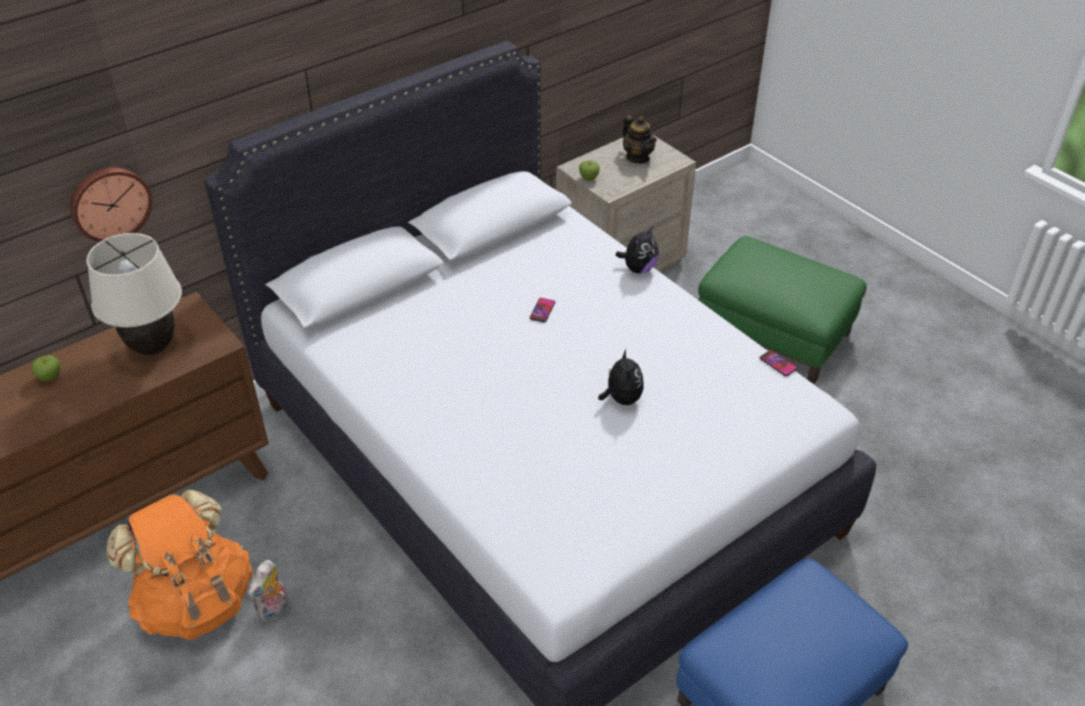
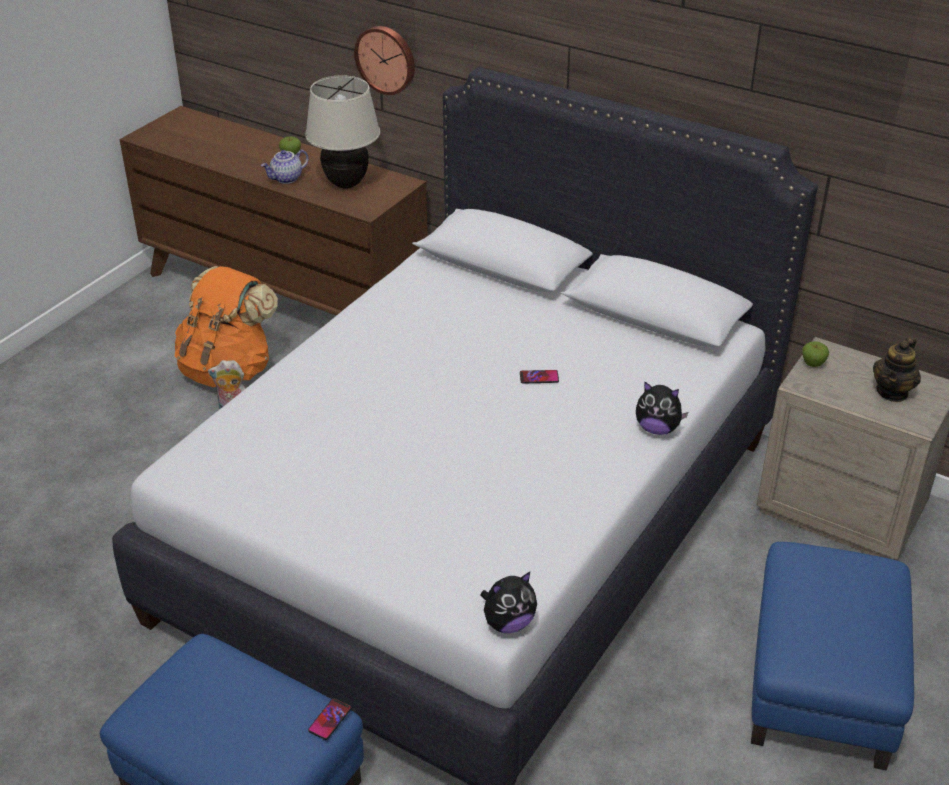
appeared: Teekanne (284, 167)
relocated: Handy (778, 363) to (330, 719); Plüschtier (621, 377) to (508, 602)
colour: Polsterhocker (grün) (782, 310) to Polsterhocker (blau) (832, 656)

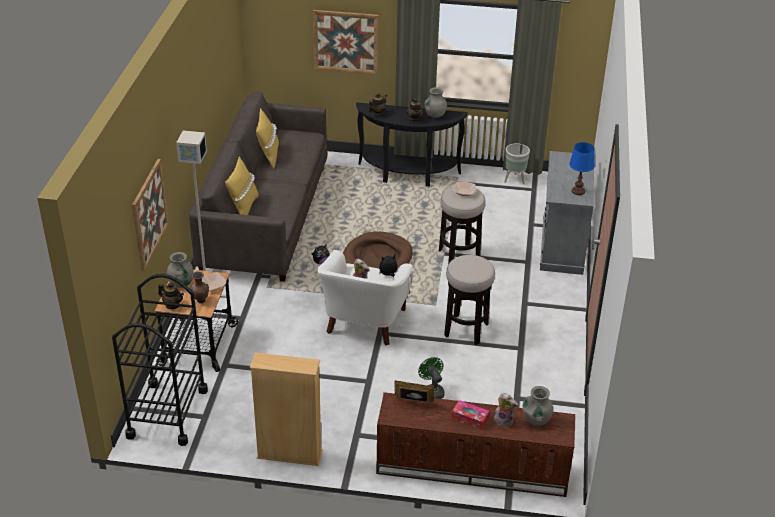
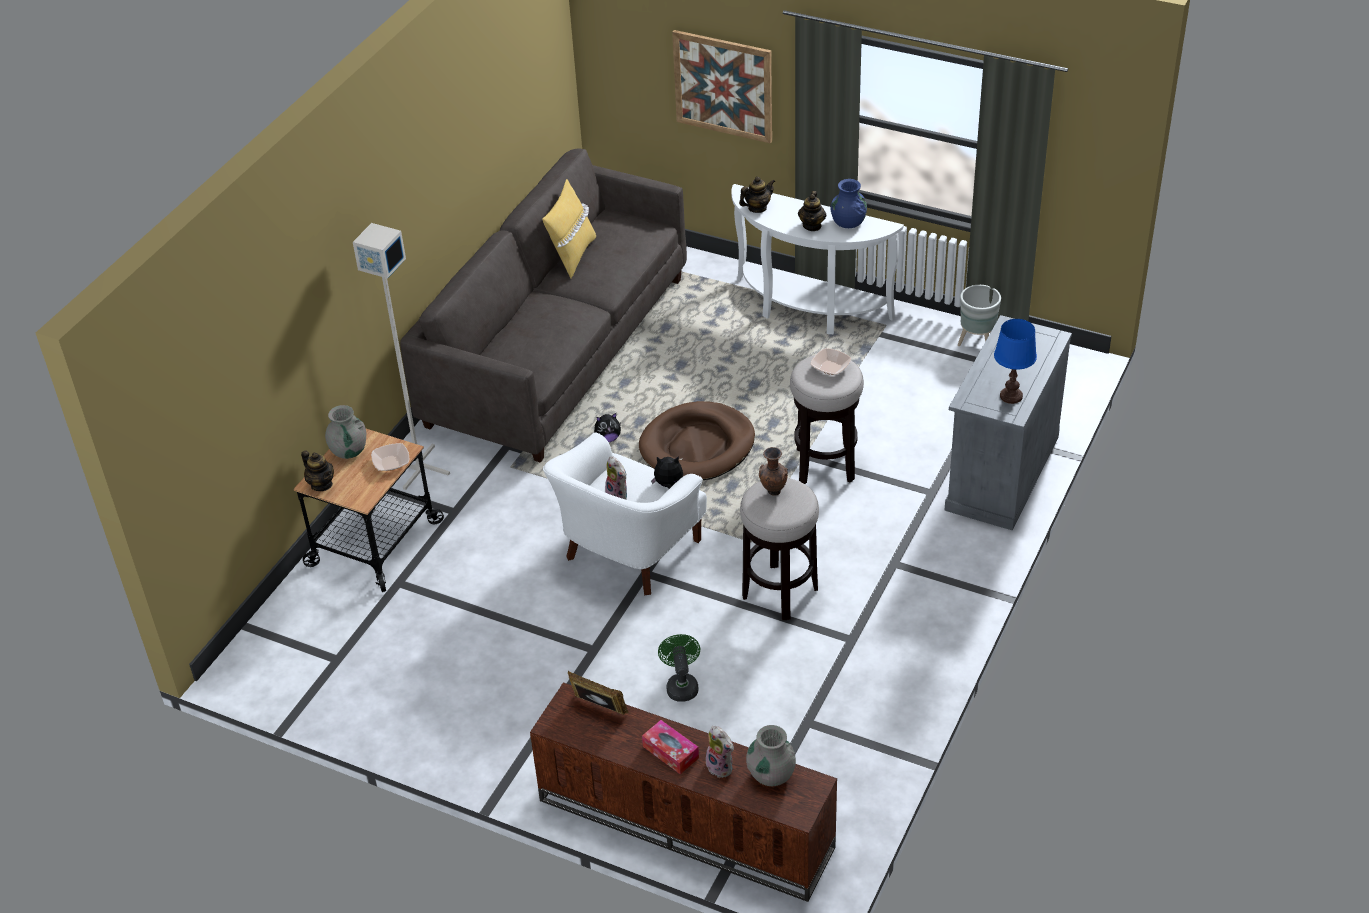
missing: Rollwagen (schwarz) (160, 360); Bild (150, 215); Kissen (gelb) (242, 186); Bücherregal (beige) (286, 409)
relocated: Vase (braun) (199, 287) to (773, 471)
colour: Konsolentisch (schwarz) (412, 144) to Konsolentisch (weiß) (817, 259); Vase (grau) (435, 102) to Vase (blau) (848, 203)

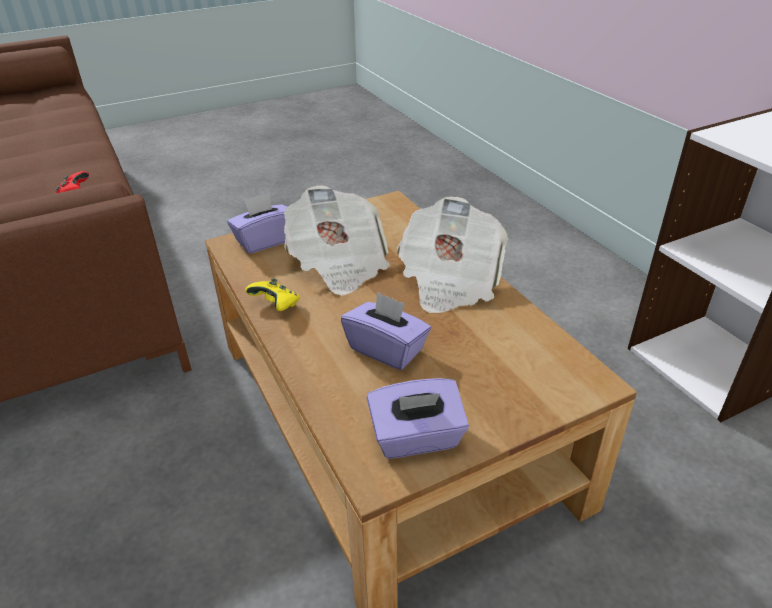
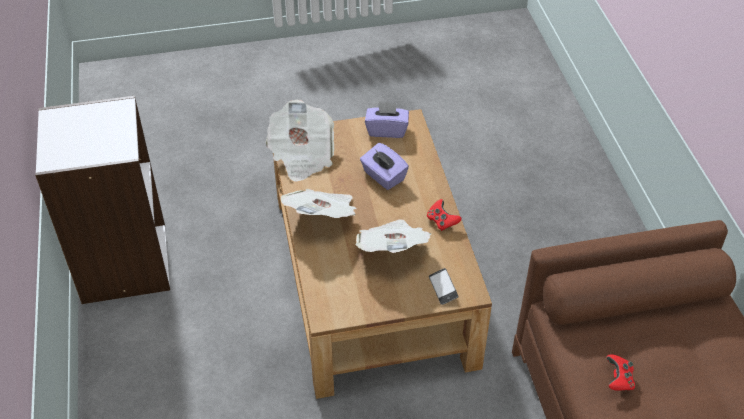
appeared: Zeitung (299, 141)
exchanged: Taschentuchbox (lila) (257, 223) to Handy (444, 286)
colour: Gamepad (gelb) (272, 294) to Gamepad (rot) (444, 215)

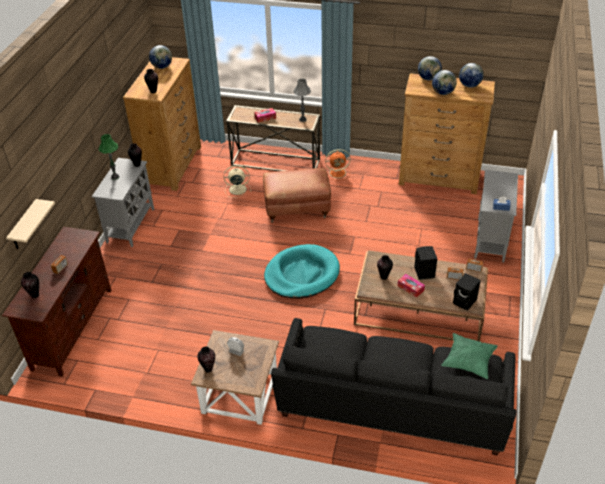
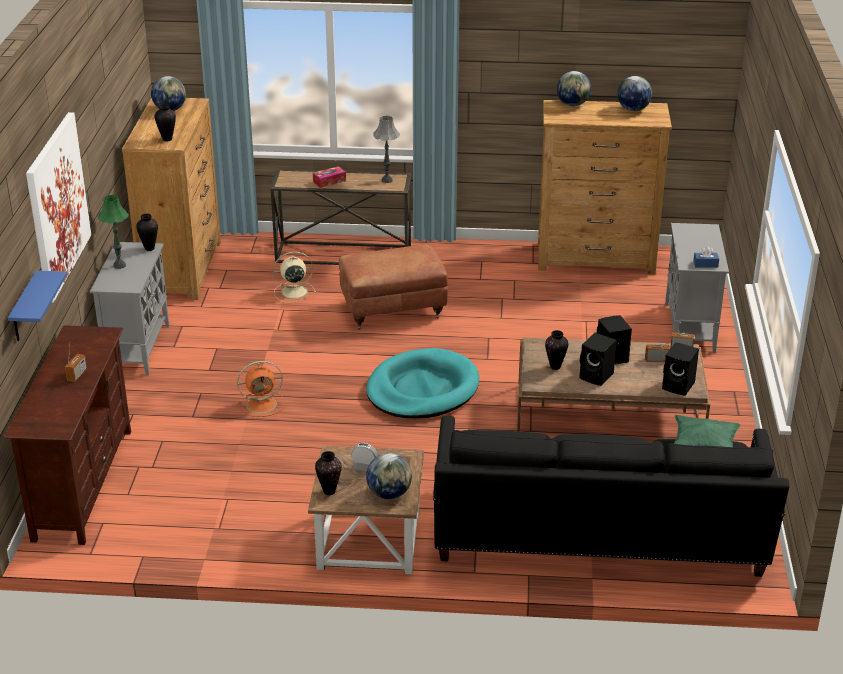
missing: Vase (30, 285)
appeared: Bild (58, 207)
relocated: Ventilator (orange) (338, 164) to (261, 389); Globus (444, 82) to (389, 476)
exchanged: Taschentuchbox (411, 285) to Lautsprecher (schwarz) (598, 359)
colour: Wandregal (beige) (30, 224) to Wandregal (blau) (37, 305)

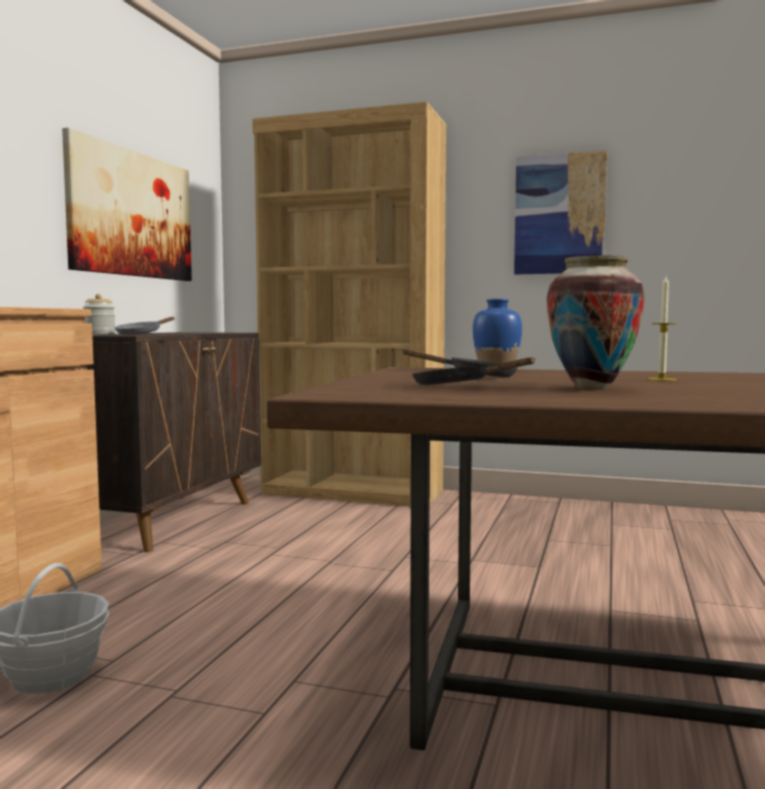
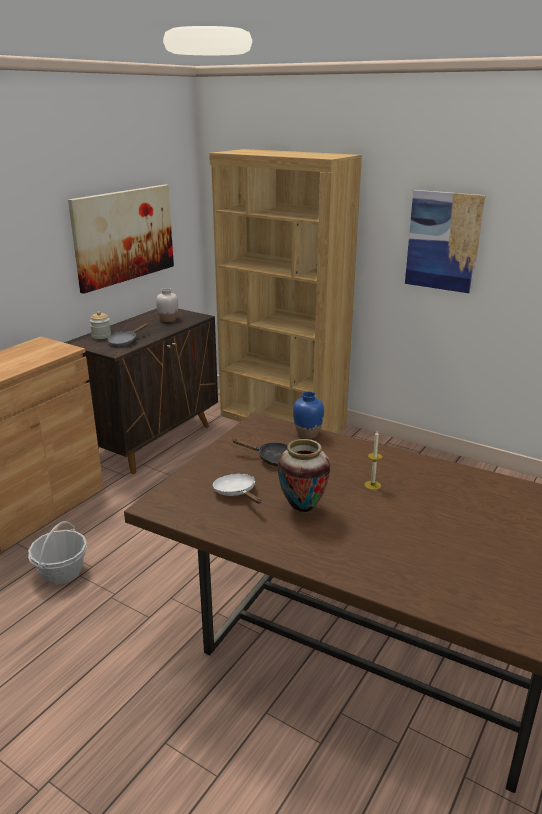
appeared: Vase (weiß) (167, 305)
colour: Pfanne (schwarz) (474, 371) to Pfanne (weiß) (237, 489)

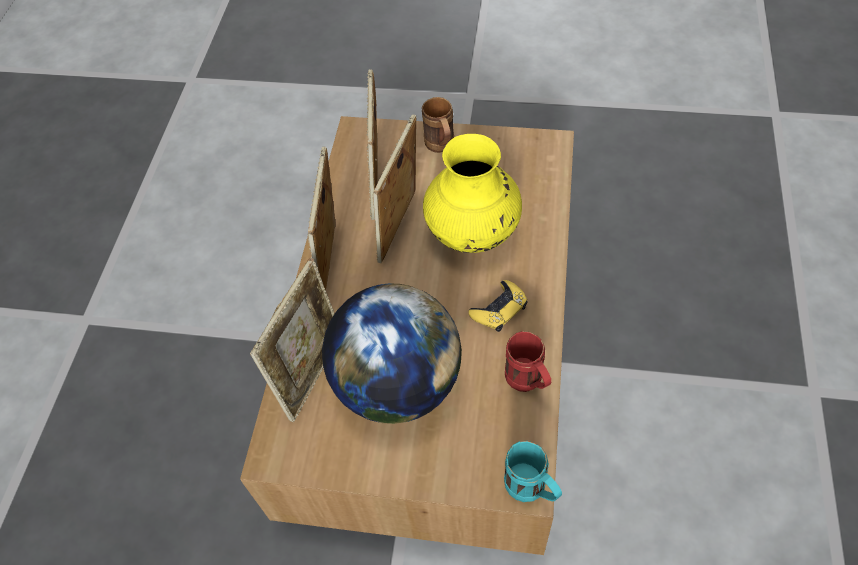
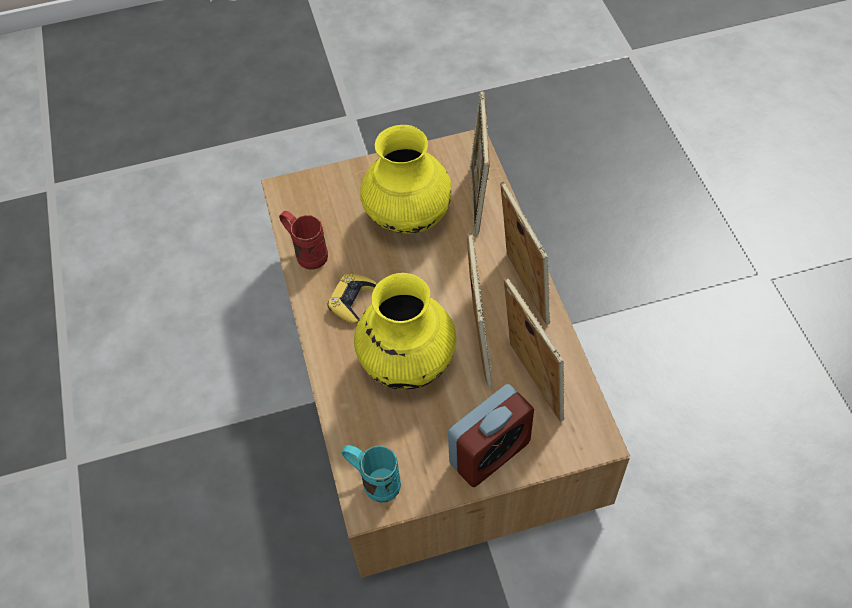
relocated: Henkelbecher (türkis) (533, 471) to (371, 474)
exchanged: Globus (392, 353) to Vase (gelb) (406, 179); Henkelbecher (braun) (438, 125) to Wecker (491, 435)

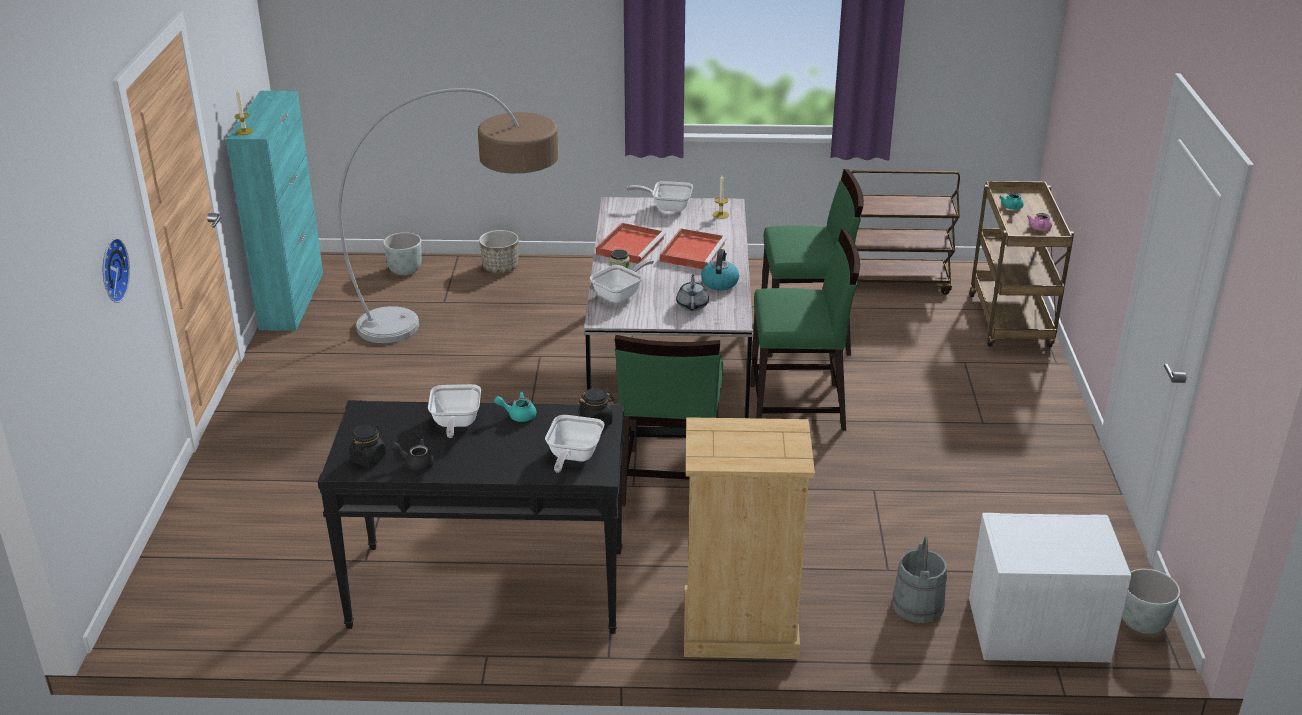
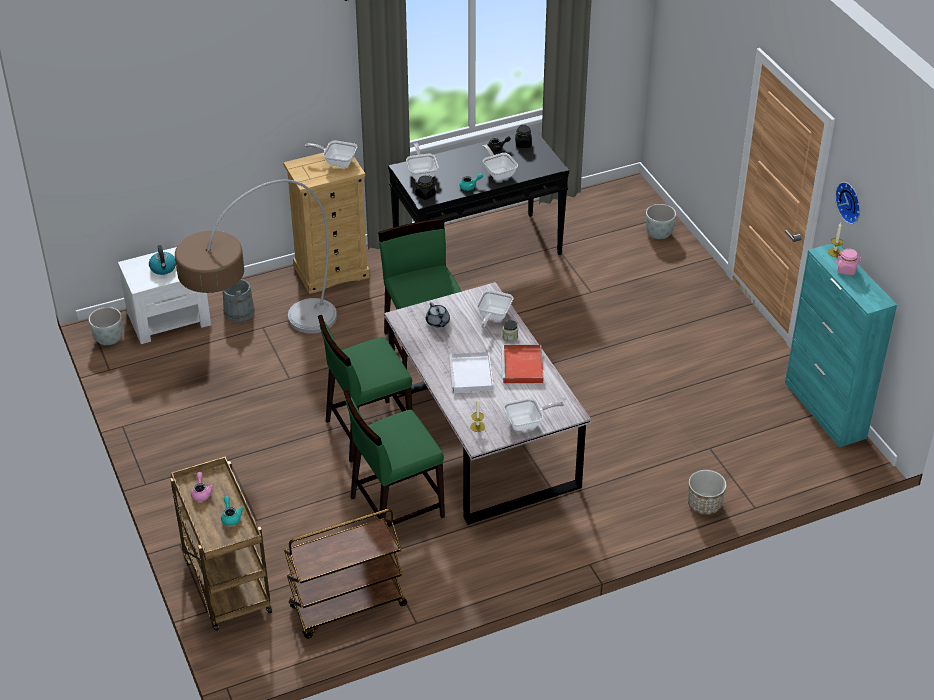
appeared: Pfanne (331, 154); Vorratsglas (rosa) (848, 262)
relocated: Wasserkessel (720, 269) to (162, 260); Stehlampe (448, 215) to (256, 256); Pflanzkübel (grau) (402, 253) to (661, 221); Wanduhr (116, 270) to (847, 203)
colour: Tablett (rot) (693, 248) to Tablett (weiß) (471, 372)

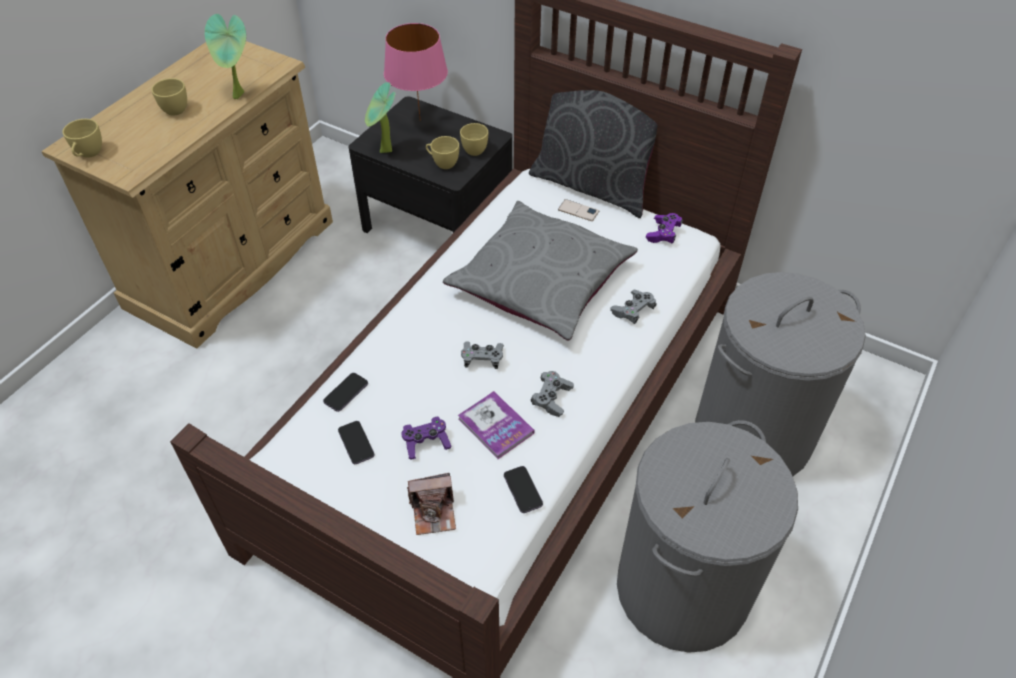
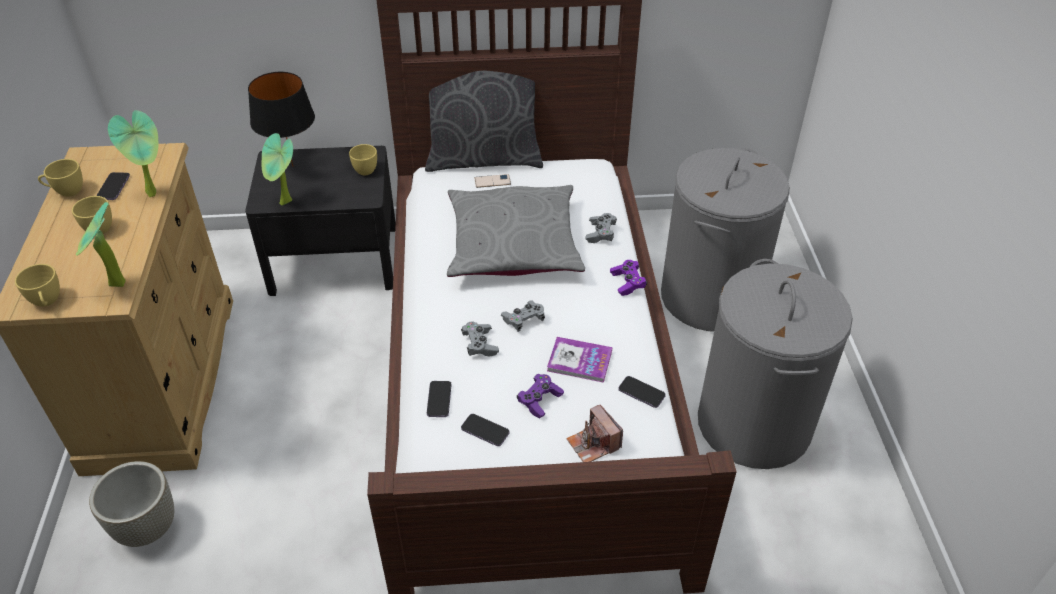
appeared: Topfpflanze (101, 244); Pflanzkübel (grau) (131, 504); Handy (113, 186)
relocated: Tasse (gelb) (442, 152) to (60, 178); Gamepad (grau) (552, 394) to (480, 339); Gamepad (lila) (664, 228) to (628, 278)
colour: Tischlampe (rosa) (416, 72) to Tischlampe (schwarz) (281, 119)
spun: Kamera (431, 504) = (594, 433) 105 degrees clockwise

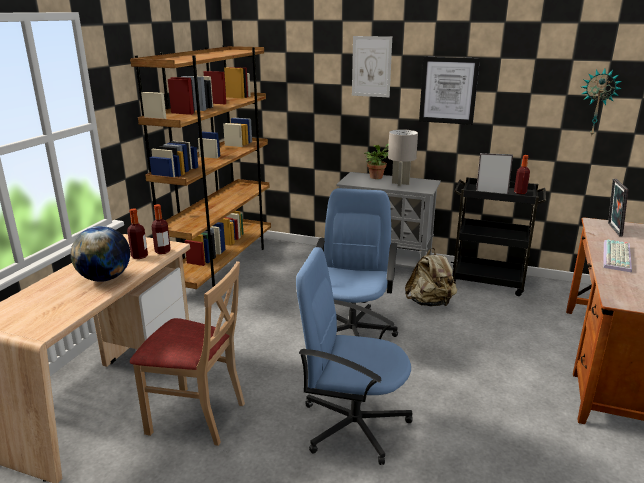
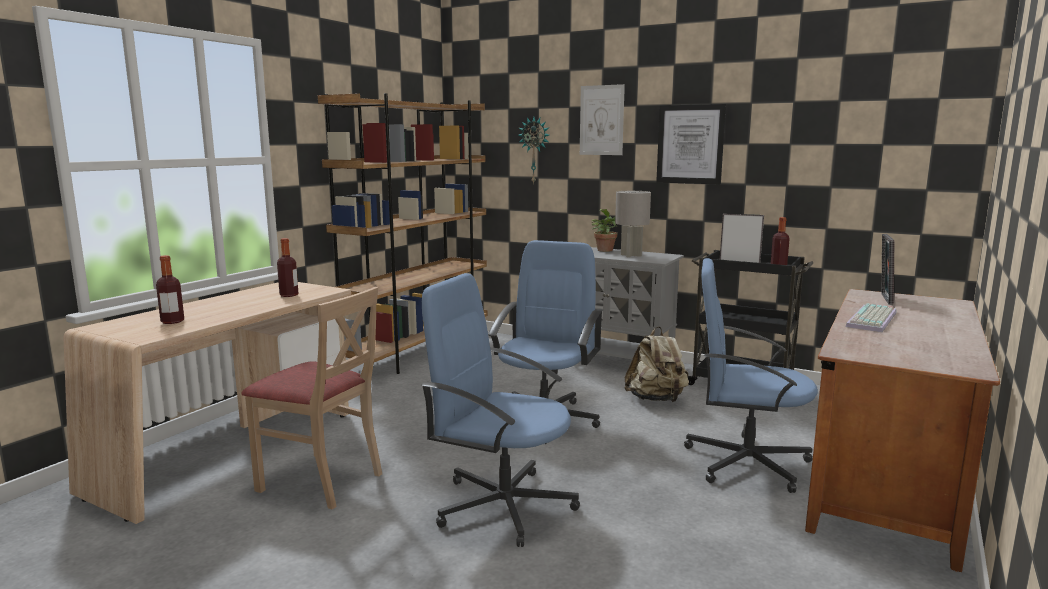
missing: Globus (100, 254)
appeared: Bürostuhl (blau) (751, 375)
relocated: Flasche (161, 229) to (170, 289); Wanduhr (602, 103) to (533, 150)

